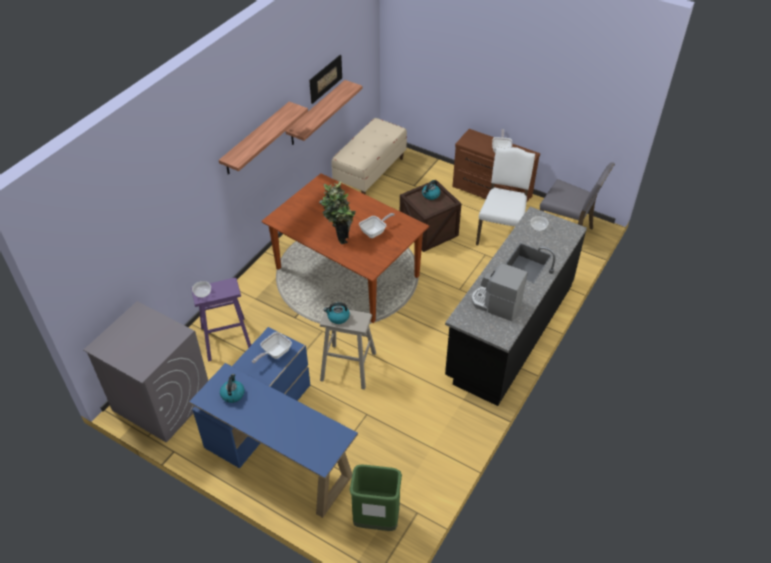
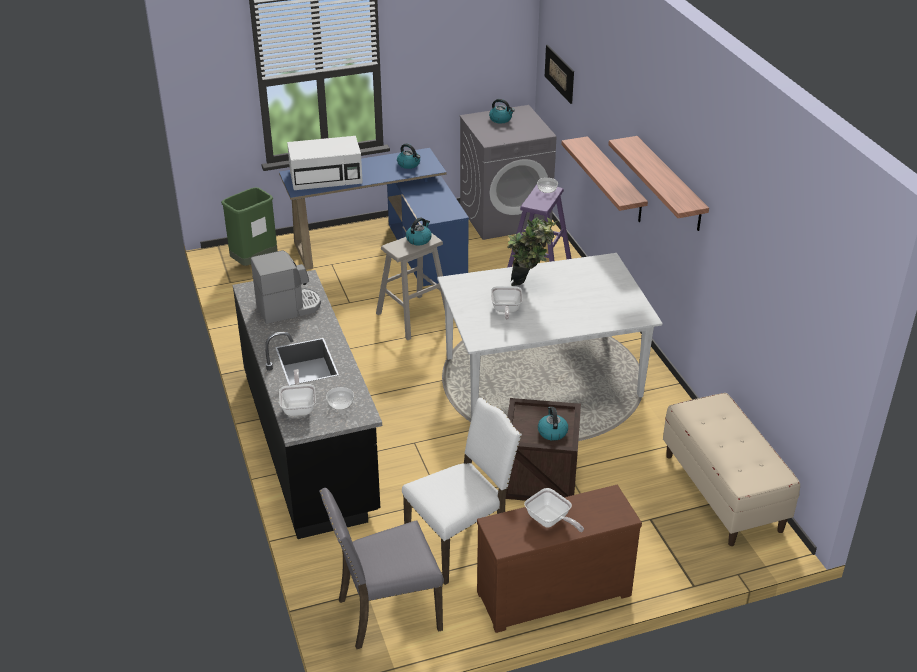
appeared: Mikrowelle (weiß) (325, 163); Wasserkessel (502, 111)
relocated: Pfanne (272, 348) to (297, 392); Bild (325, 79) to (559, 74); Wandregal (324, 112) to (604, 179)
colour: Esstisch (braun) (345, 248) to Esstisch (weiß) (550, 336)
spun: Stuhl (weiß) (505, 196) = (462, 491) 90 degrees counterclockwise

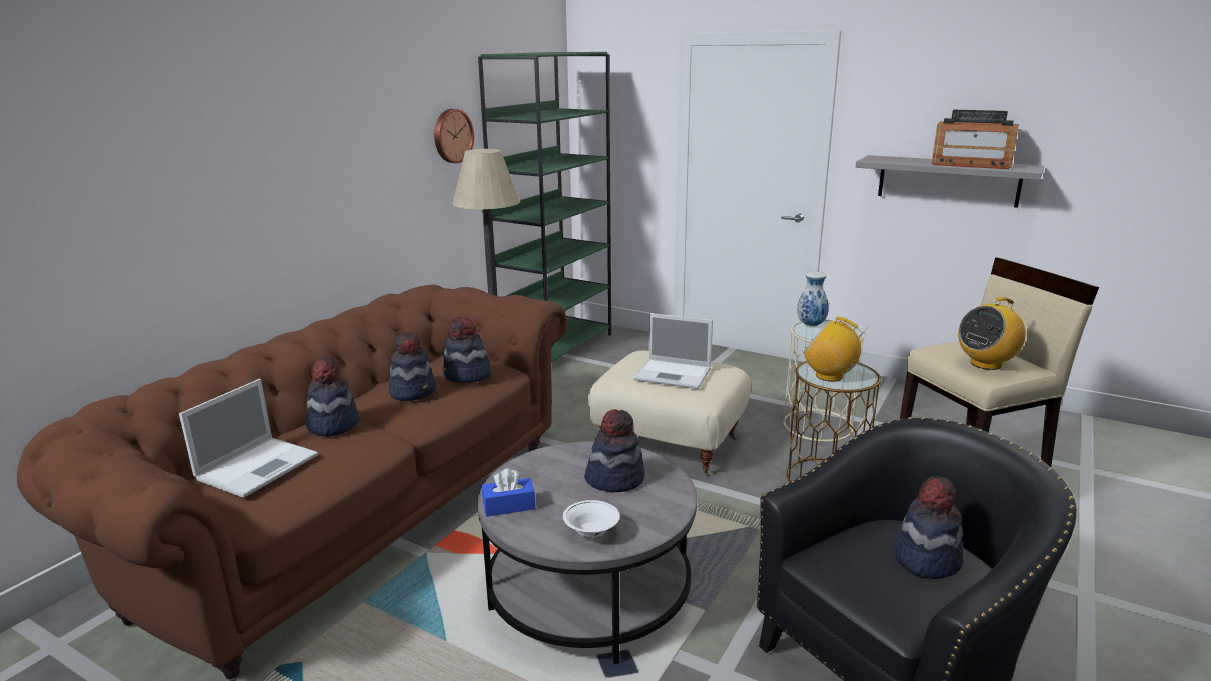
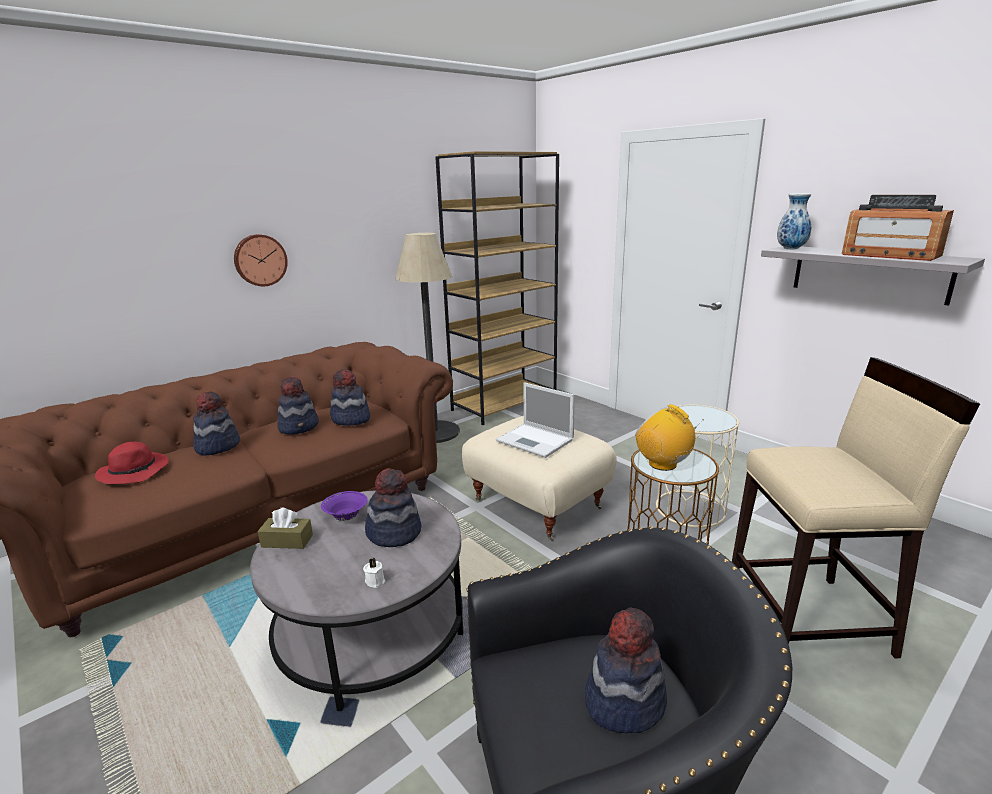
missing: Schüssel (weiß) (591, 519); Radio (992, 333)
appeared: Schüssel (lila) (344, 506); Kerze (weiß) (374, 573)
relocated: Wanduhr (454, 136) to (261, 260); Vase (813, 299) to (794, 221)
exchanged: Laptop (248, 438) to Hut (rot) (132, 463)
colour: Taschentuchbox (blau) (508, 492) to Taschentuchbox (braun) (285, 528); Bücherregal (grün) (544, 207) to Bücherregal (braun) (497, 288)

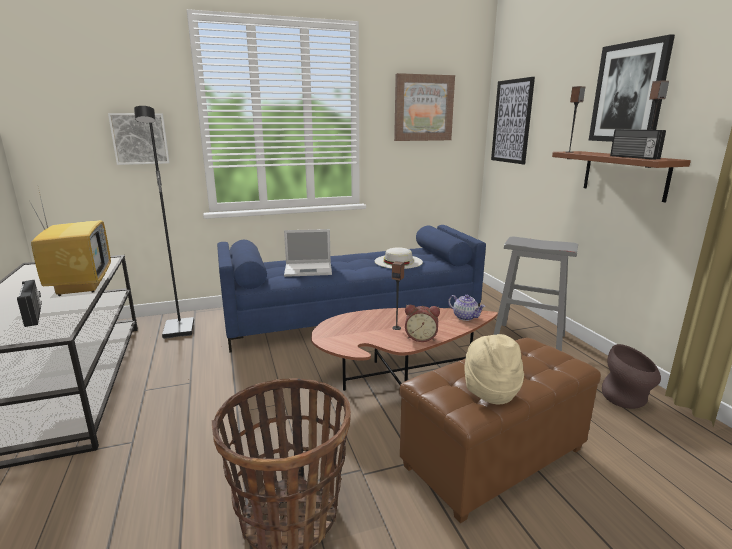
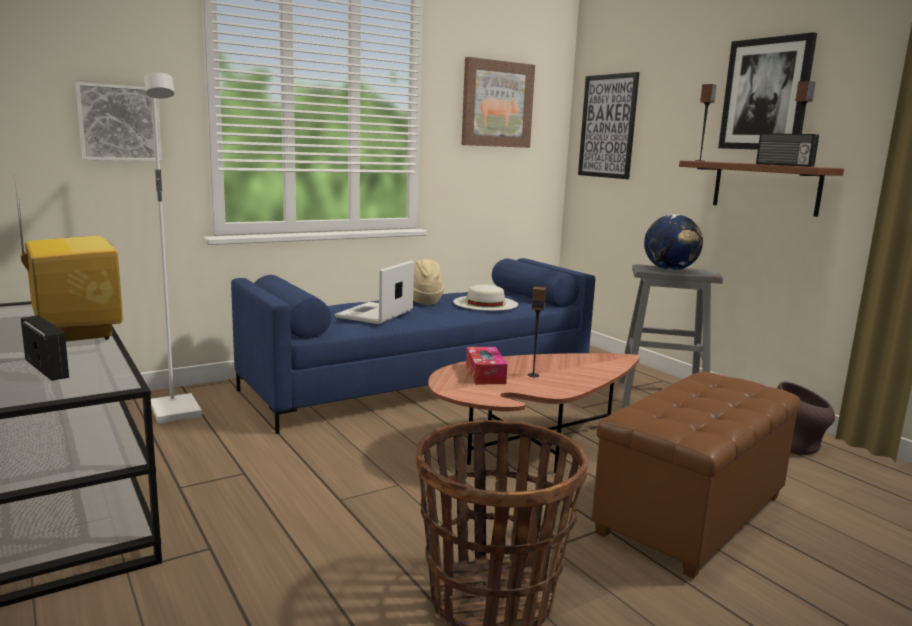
missing: Wecker (422, 323); Teekanne (466, 308)
appeared: Taschentuchbox (487, 365); Globus (673, 242)
relocated: Hut (beige) (494, 369) to (428, 282)
colour: Stehlampe (schwarz) (164, 222) to Stehlampe (weiß) (173, 248)
spun: Laptop (308, 253) = (374, 292) 135 degrees clockwise

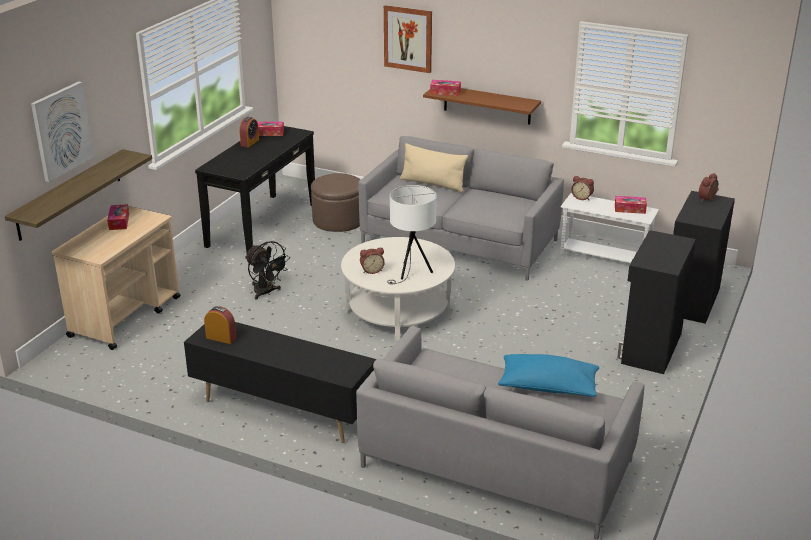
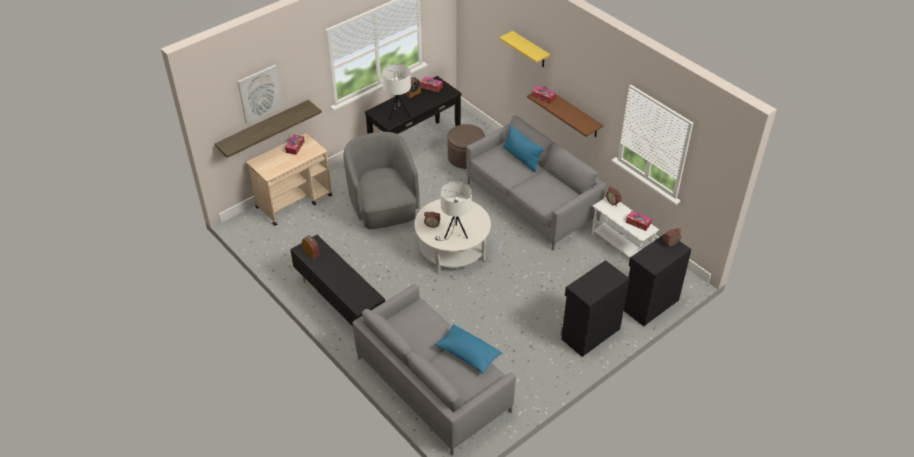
appeared: Tischlampe (weiß) (396, 92)
exchanged: Ventilator (schwarz) (267, 270) to Sessel (grau) (381, 180); Bild (408, 39) to Wandregal (gelb) (524, 49)
colour: Kissen (beige) (434, 167) to Kissen (blau) (523, 148)

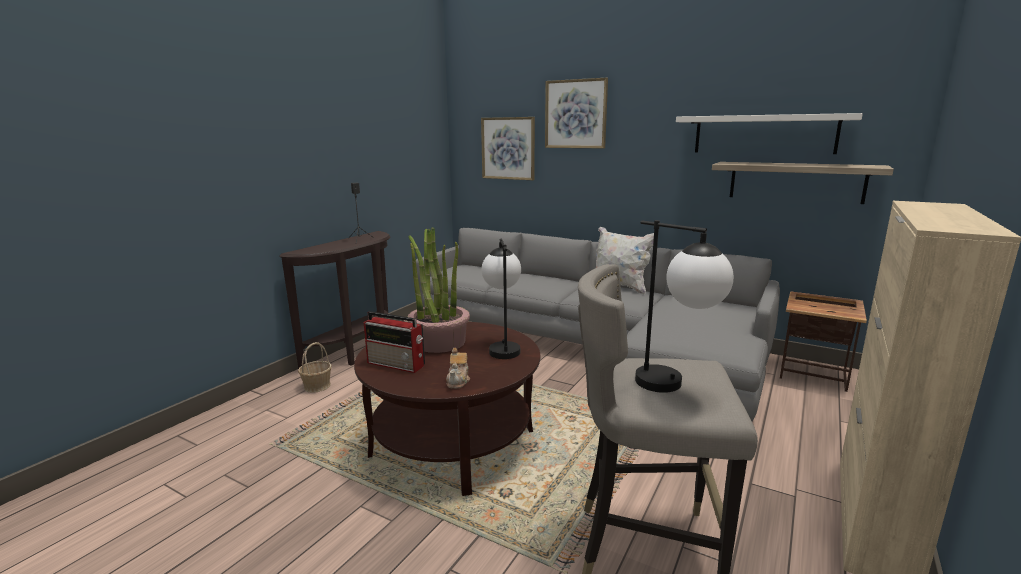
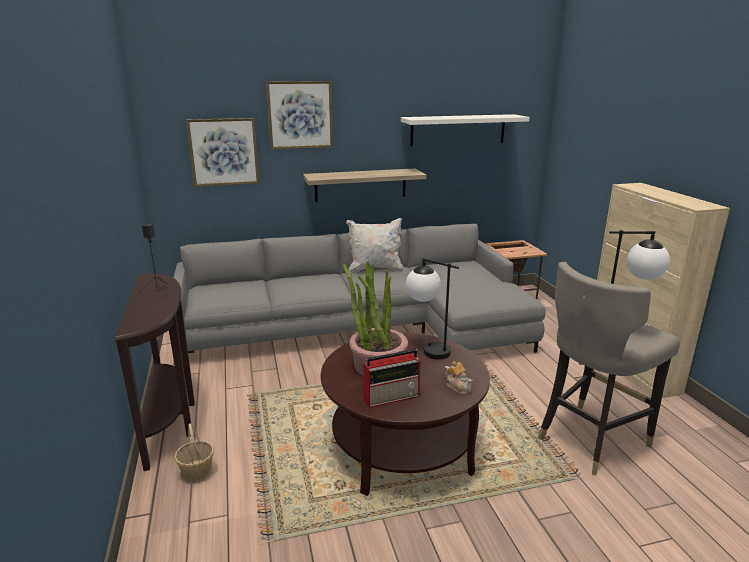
relocated: Wandregal (803, 183) to (365, 185)

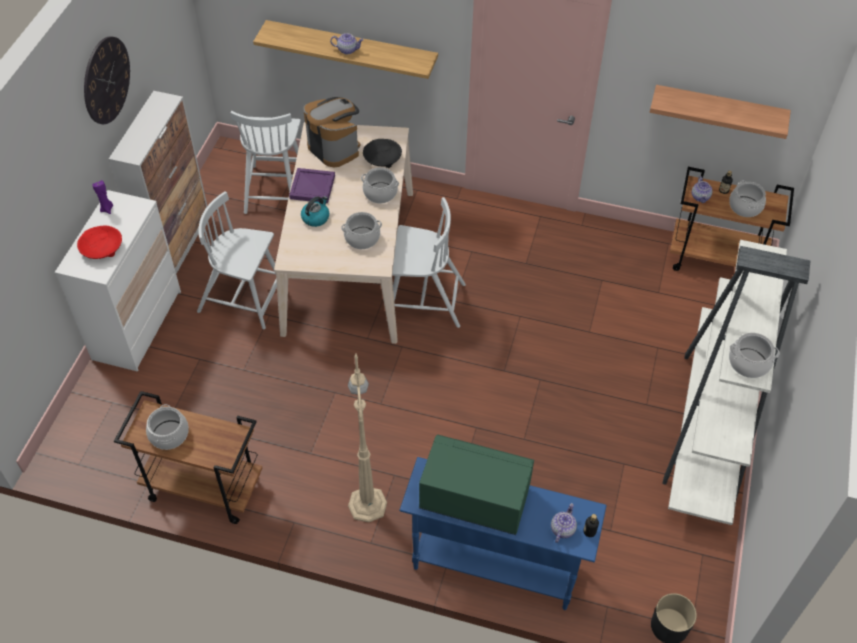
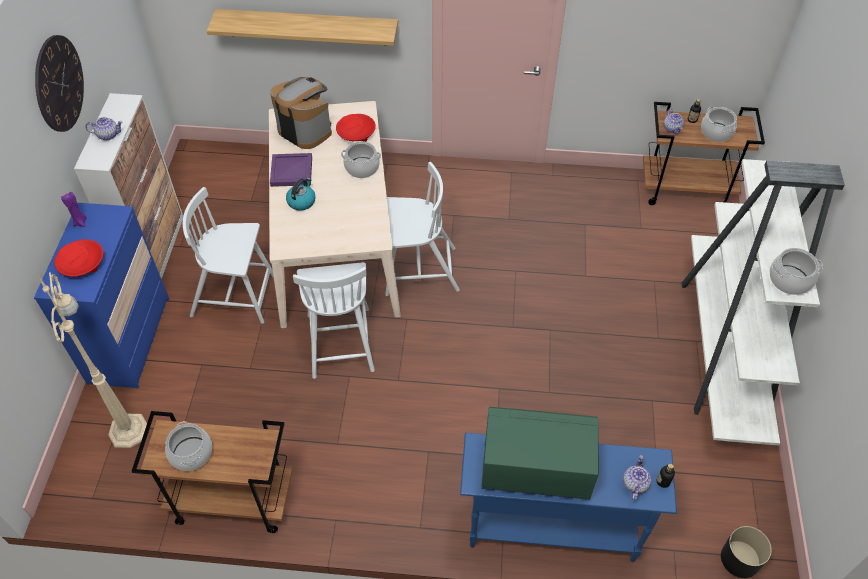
missing: Kochtopf (361, 230); Wandregal (720, 112)
relocated: Stehlampe (beige) (367, 438) to (91, 359); Teekanne (347, 43) to (104, 128); Stuhl (weiß) (265, 162) to (334, 320)
colour: Kommode (weiß) (118, 281) to Kommode (blau) (101, 295); Schüssel (schwarz) (382, 153) to Schüssel (rot) (356, 128)

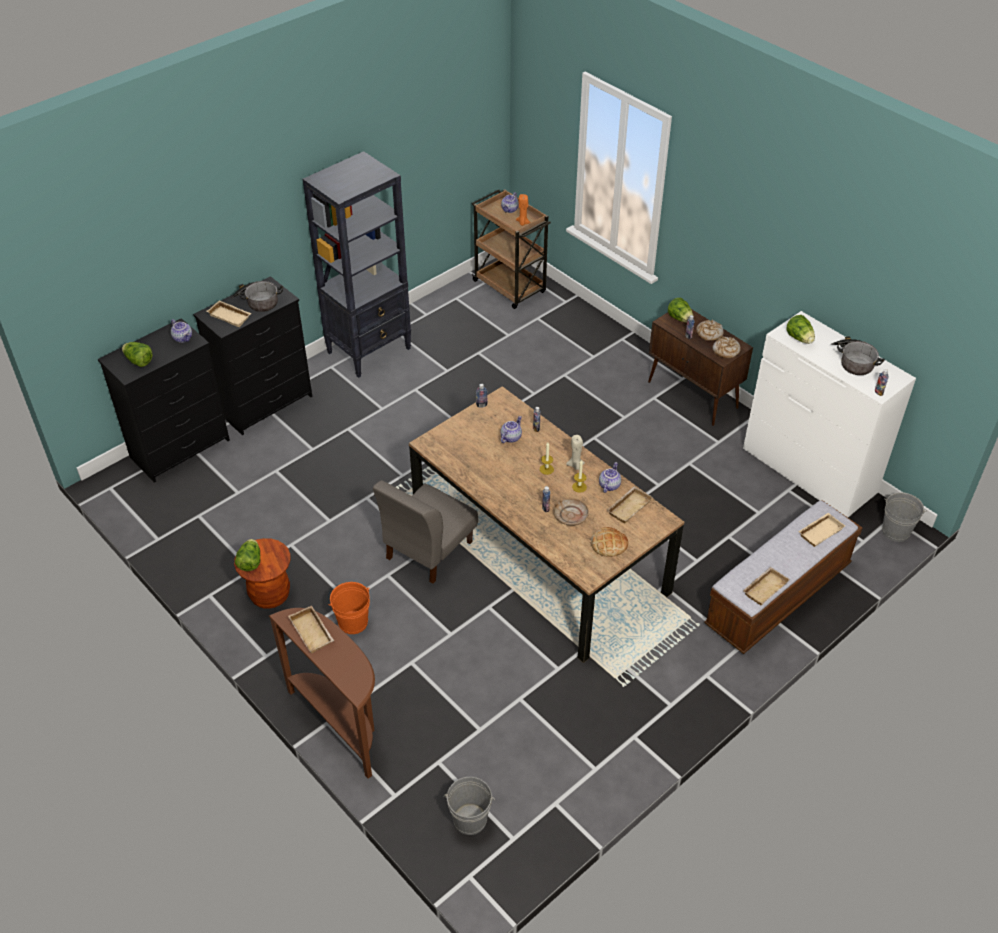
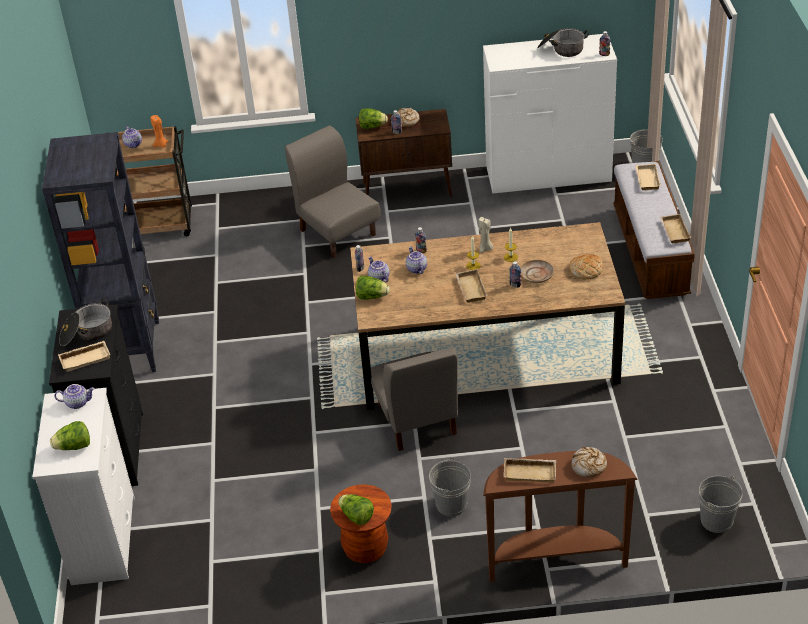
appeared: Stuhl (grau) (332, 191)
relocated: Salatkopf (800, 329) to (372, 288); Teekanne (610, 477) to (379, 269); Tablett (beige) (630, 504) to (471, 286); Brot (726, 347) to (589, 462)
colour: Kommode (schwarz) (164, 400) to Kommode (weiß) (84, 486); Eimer (orange) (349, 608) to Eimer (grau) (450, 486)

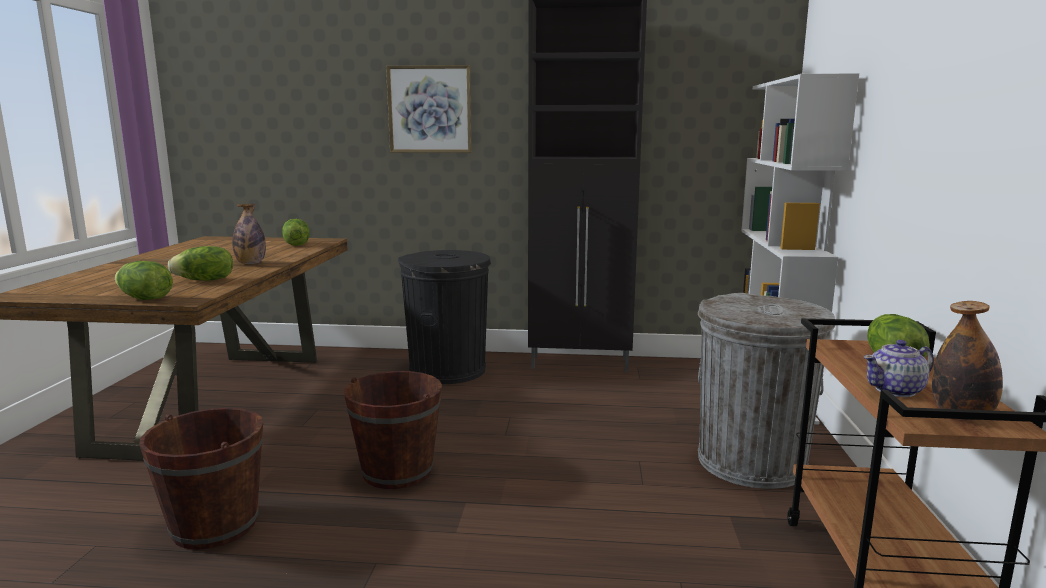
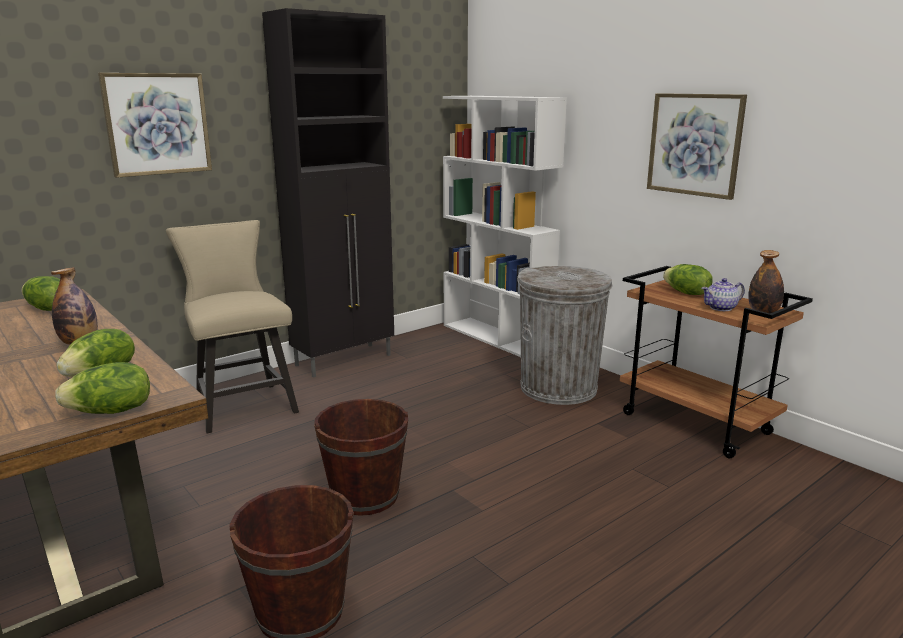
appeared: Bild (697, 146)
exchanged: Mülleimer (schwarz) (444, 317) to Stuhl (beige) (232, 326)
spun: Teekanne (899, 368) = (723, 294) 45 degrees clockwise

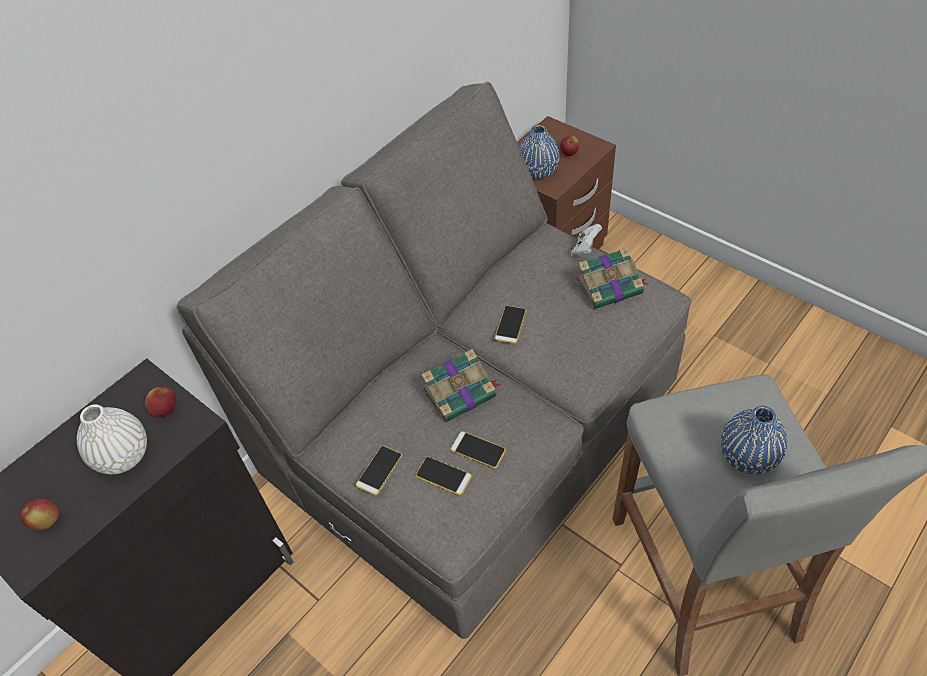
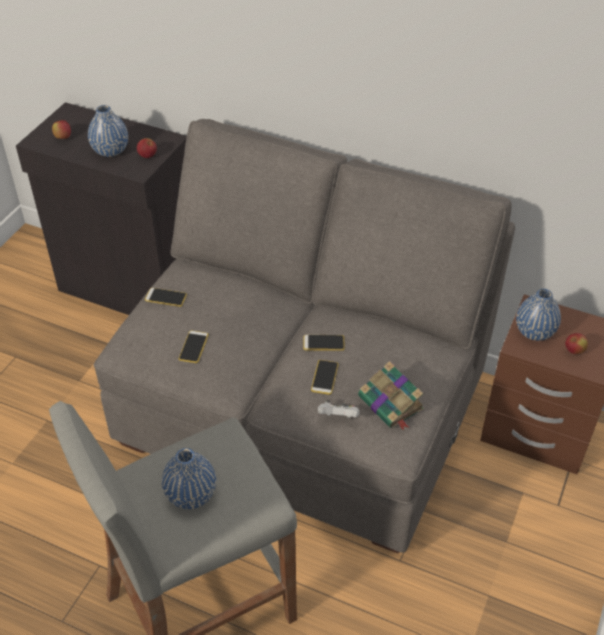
missing: Buch (461, 385)
relocated: Handy (443, 476) to (325, 377); Gamepad (weiß) (586, 241) to (339, 409)
colour: Vase (weiß) (112, 439) to Vase (blau) (108, 131)

